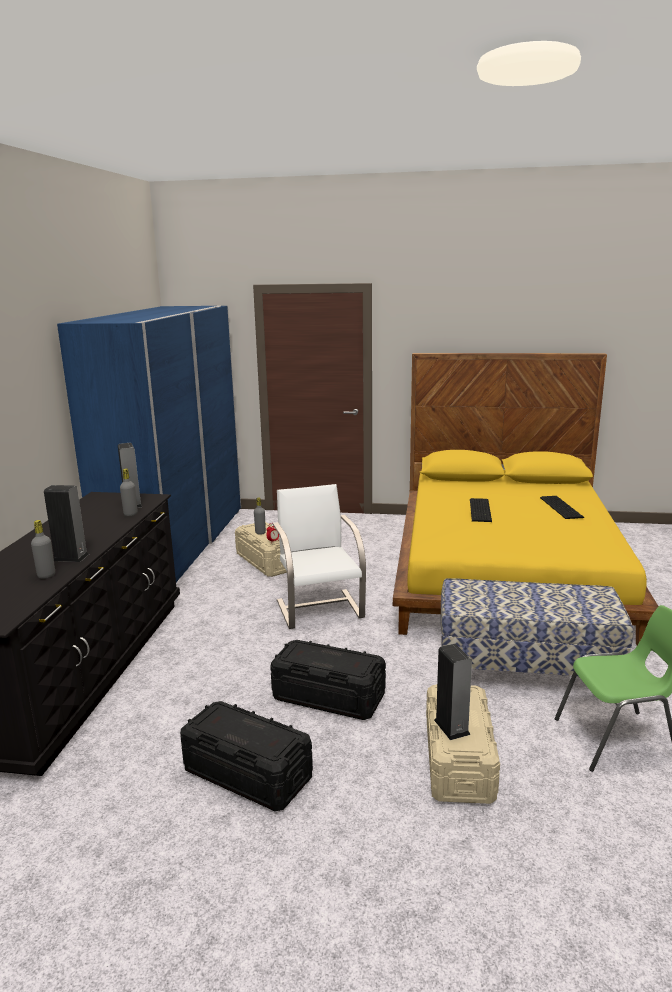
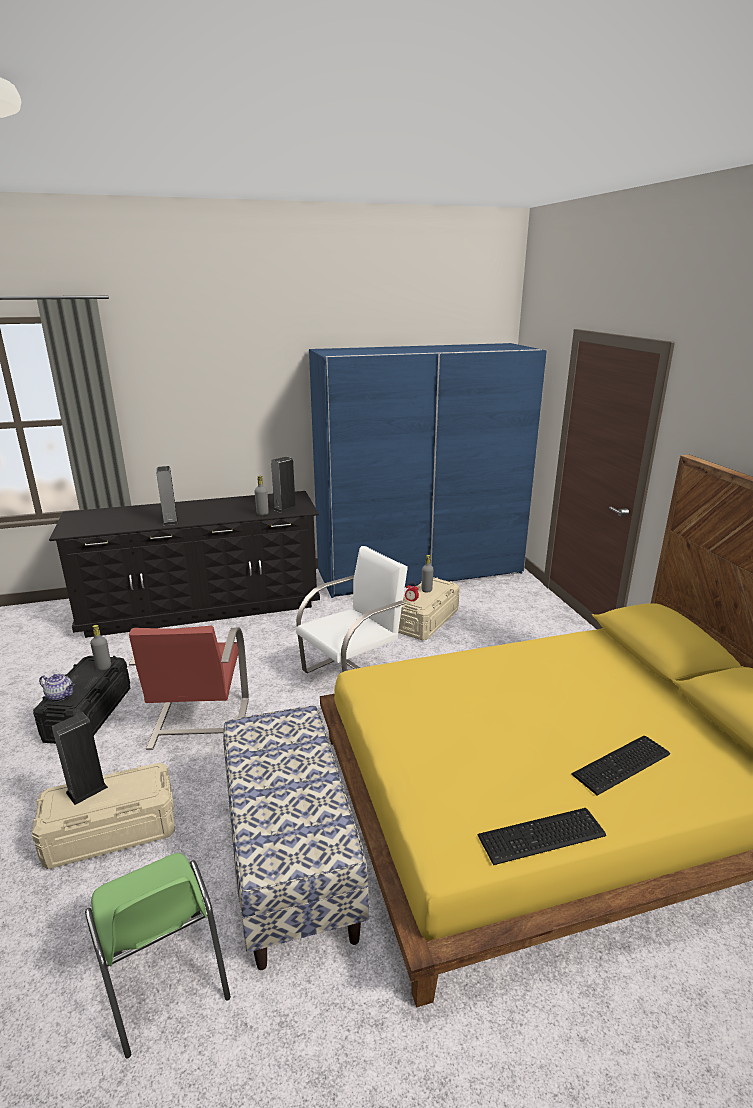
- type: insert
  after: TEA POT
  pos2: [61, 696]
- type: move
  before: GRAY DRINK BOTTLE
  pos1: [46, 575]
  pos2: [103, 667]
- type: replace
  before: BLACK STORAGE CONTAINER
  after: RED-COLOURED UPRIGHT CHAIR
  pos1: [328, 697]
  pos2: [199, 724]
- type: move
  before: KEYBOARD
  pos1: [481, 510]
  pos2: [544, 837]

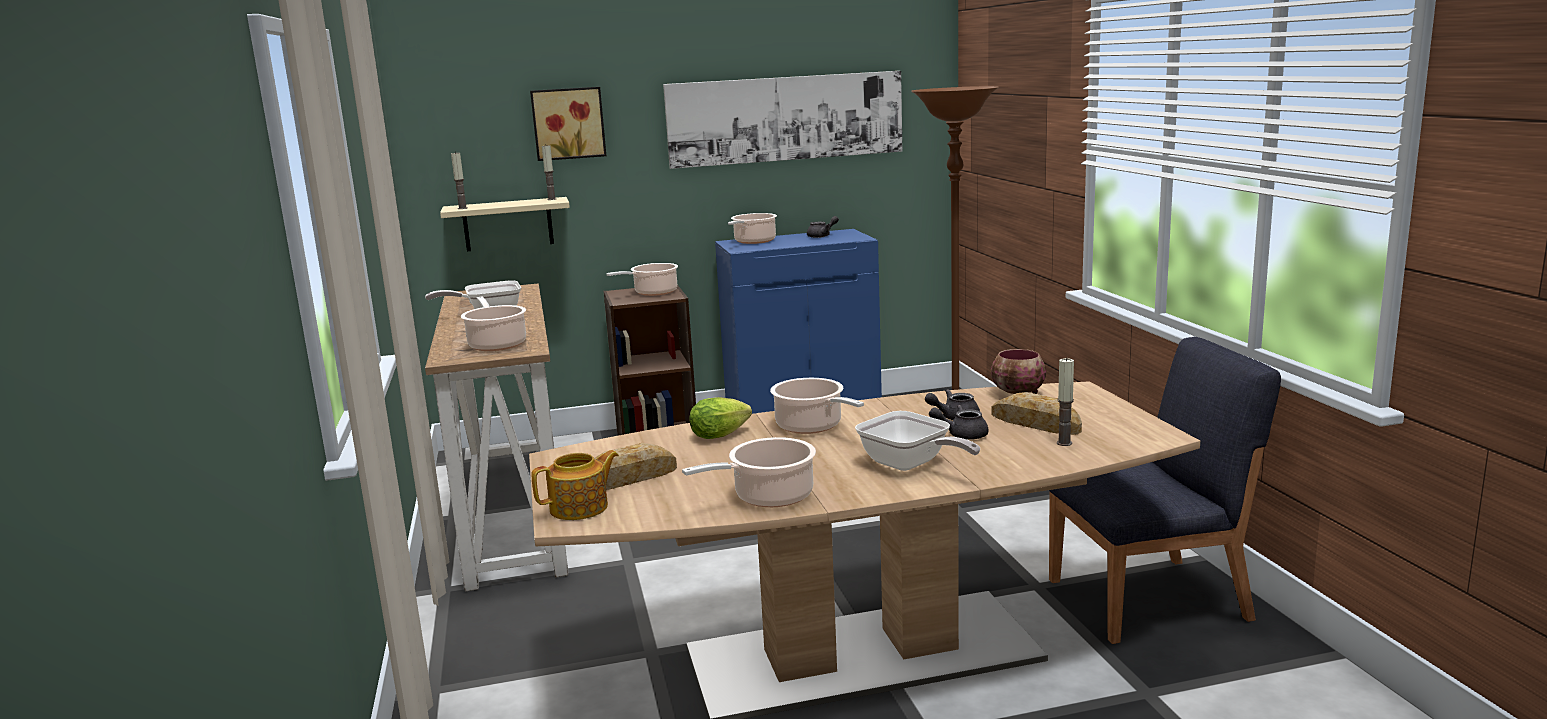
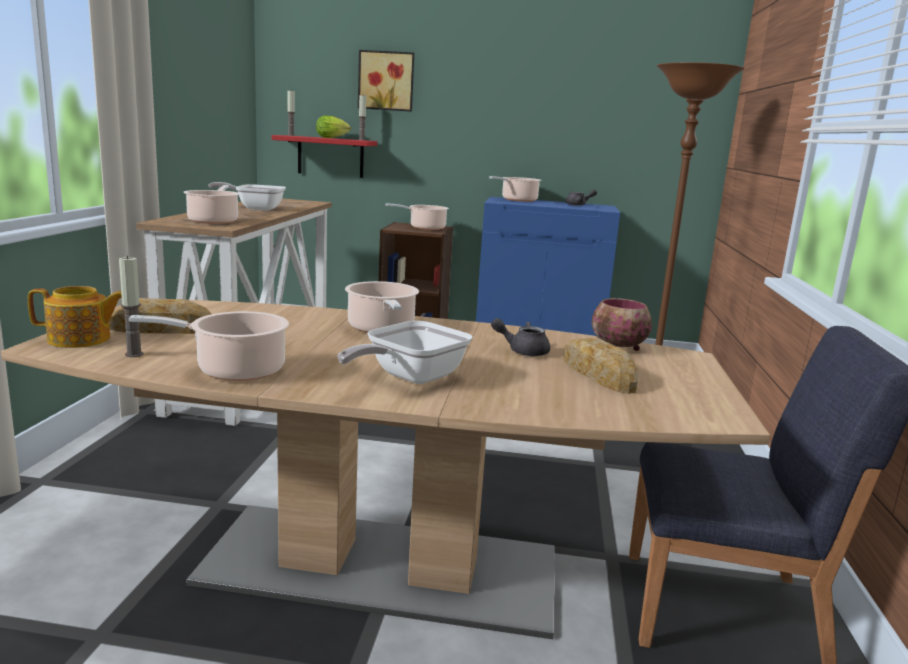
- type: move
  before: CANDLE
  pos1: [1064, 443]
  pos2: [134, 354]
- type: recolor
  before: BEIGE BRACKET SHELF
  after: RED-COLOURED BRACKET SHELF
  pos1: [508, 224]
  pos2: [330, 156]
- type: move
  before: LETTUCE
  pos1: [722, 435]
  pos2: [333, 138]
- type: rotate
  before: PAN
  pos1: [910, 465]
  pos2: [409, 378]
  turn: 60
- type: delete
  before: WALL PICTURE
  pos1: [785, 118]
- type: delete
  before: GRAY TEA POT
  pos1: [961, 435]

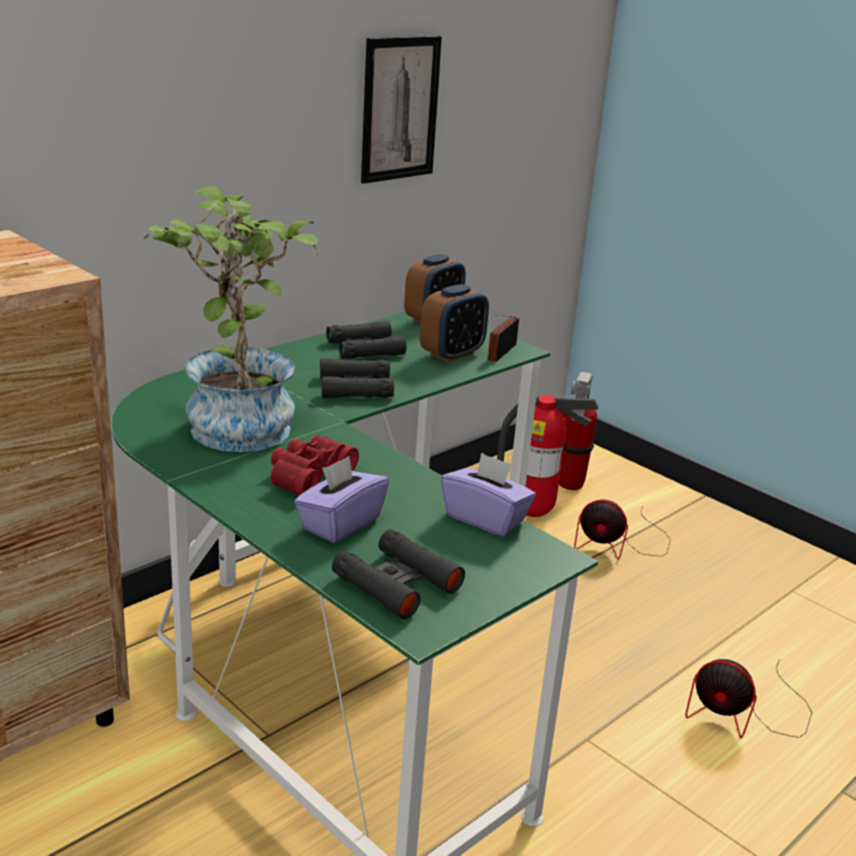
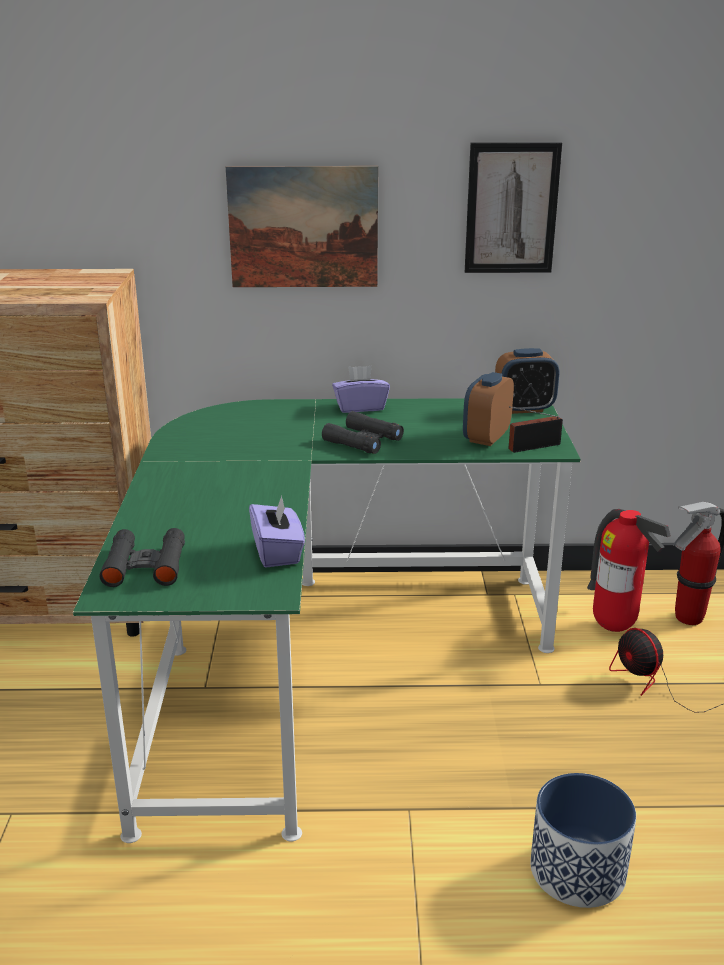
- type: insert
  after: WALL PICTURE
  pos2: [303, 227]
- type: move
  before: PURPLE-COLOURED TISSUE HOLDER
  pos1: [340, 523]
  pos2: [360, 407]
- type: rotate
  before: BEDSIDE CLOCK
  pos1: [452, 354]
  pos2: [486, 438]
  turn: 120
- type: replace
  before: ELECTRIC FAN
  after: PLANTER
  pos1: [743, 714]
  pos2: [576, 871]
- type: delete
  before: HOUSEPLANT
  pos1: [237, 422]
- type: delete
  before: RED-COLOURED BINOCULARS
  pos1: [307, 475]
- type: delete
  before: BLACK BINOCULARS
  pos1: [365, 348]

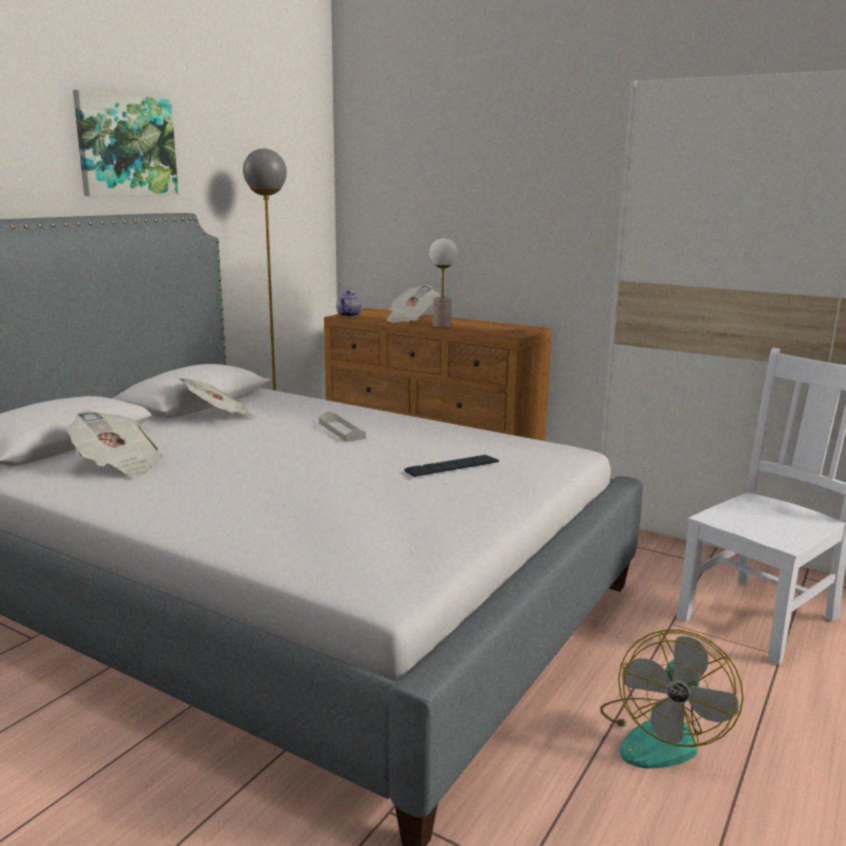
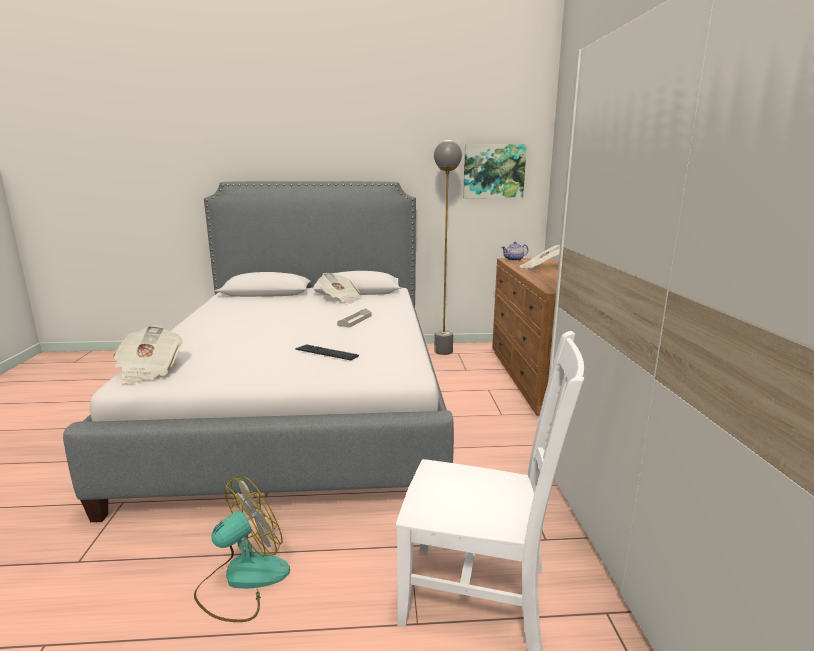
- type: move
  before: PRINTED PAPER
  pos1: [118, 465]
  pos2: [148, 371]
- type: rotate
  before: ELECTRIC FAN
  pos1: [661, 735]
  pos2: [242, 580]
  turn: 150
- type: move
  before: WALL PICTURE
  pos1: [126, 146]
  pos2: [493, 171]
- type: delete
  before: LAMP FOR A TABLE
  pos1: [441, 326]

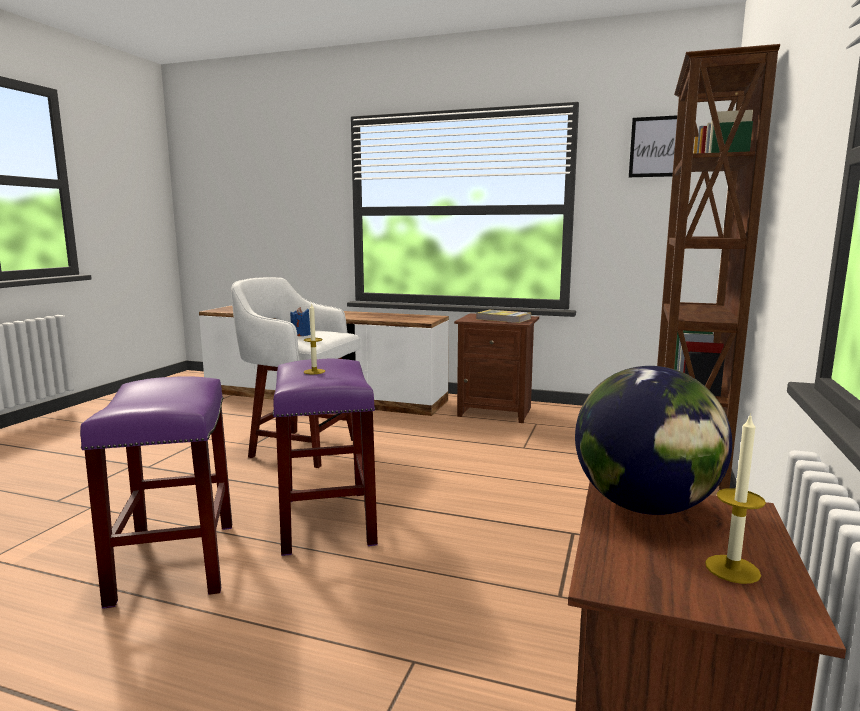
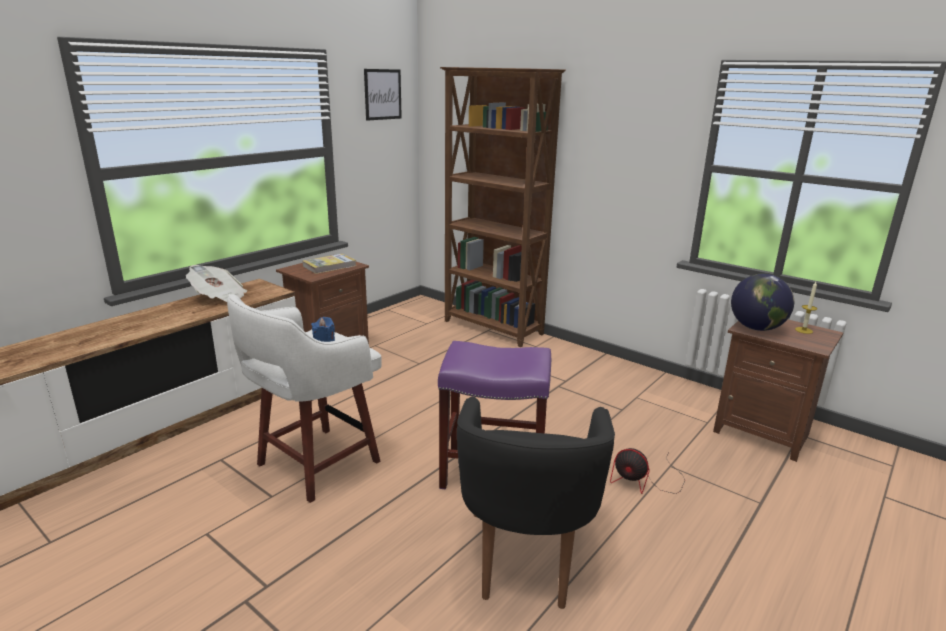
- type: insert
  after: PRINTED PAPER
  pos2: [219, 298]
- type: replace
  before: PURPLE-COLOURED STOOL SEAT
  after: BLACK EASY CHAIR
  pos1: [174, 561]
  pos2: [525, 558]
- type: insert
  after: ELECTRIC FAN
  pos2: [644, 481]
- type: delete
  before: CANDLE
  pos1: [314, 371]

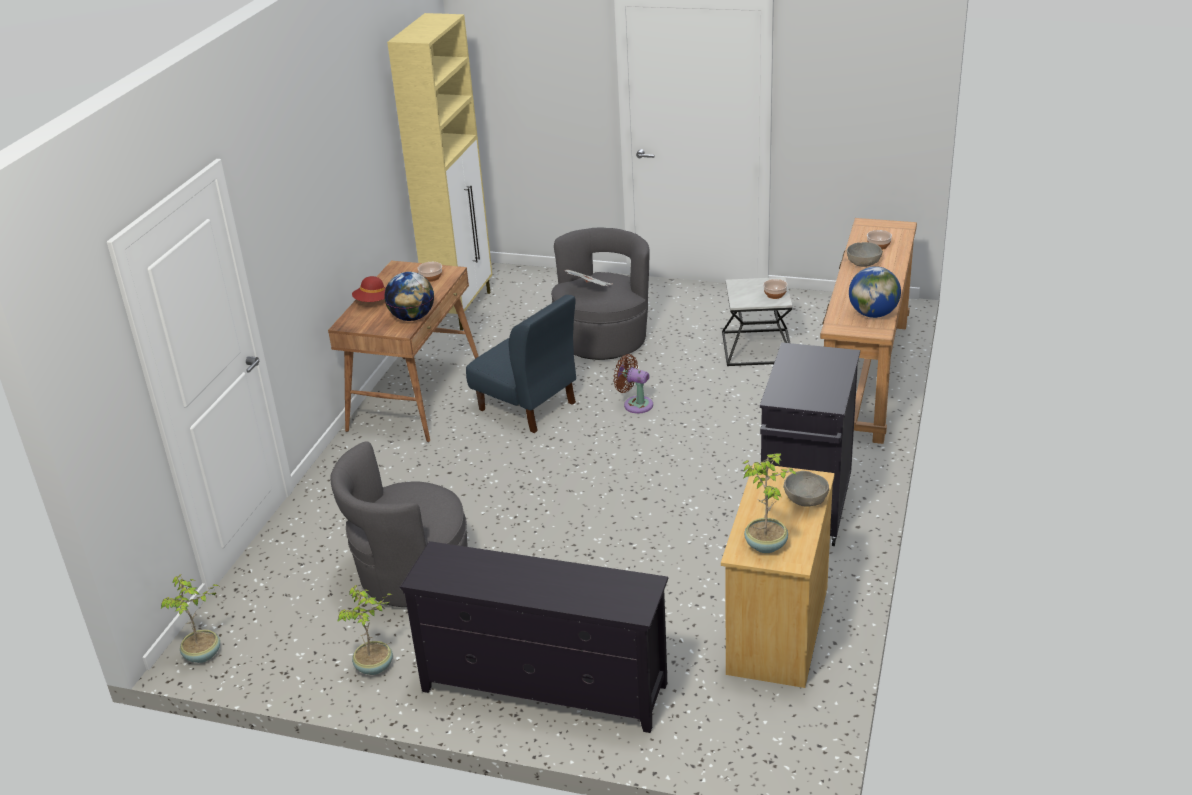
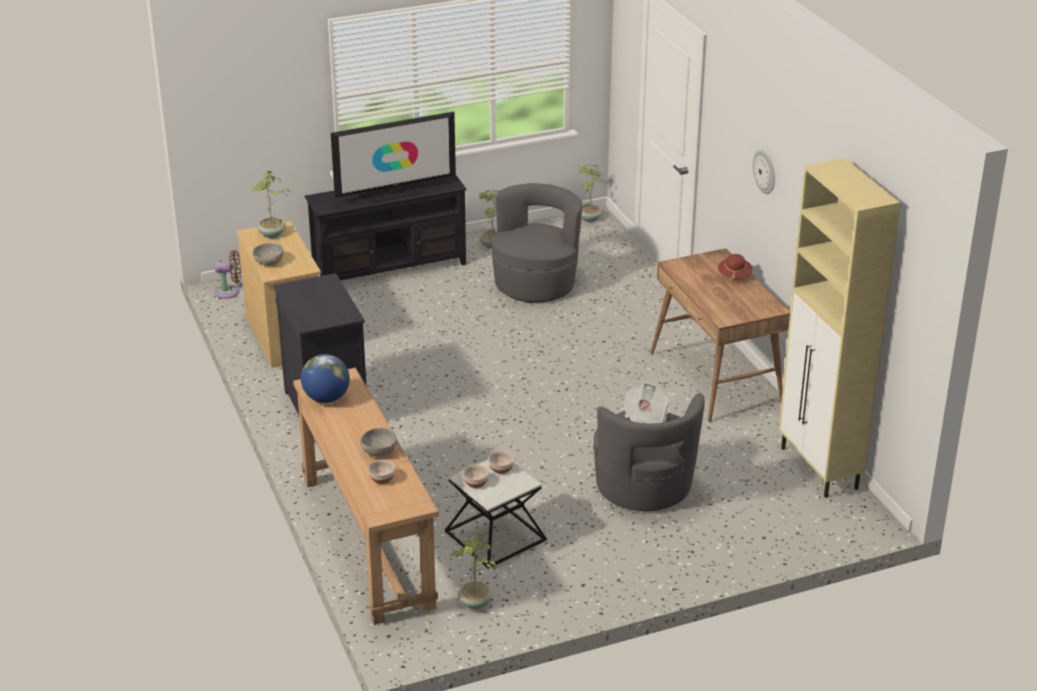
- type: move
  before: BROWN-COLOURED ELECTRIC FAN
  pos1: [635, 404]
  pos2: [230, 292]
- type: insert
  after: TV
  pos2: [395, 193]
- type: insert
  after: HOUSEPLANT
  pos2: [474, 603]
- type: move
  before: DEEP DISH
  pos1: [431, 278]
  pos2: [500, 468]
- type: insert
  after: HANGING CLOCK
  pos2: [765, 172]
- type: delete
  before: GLOBE
  pos1: [412, 318]
- type: delete
  before: BLUE UPRIGHT CHAIR
  pos1: [527, 406]

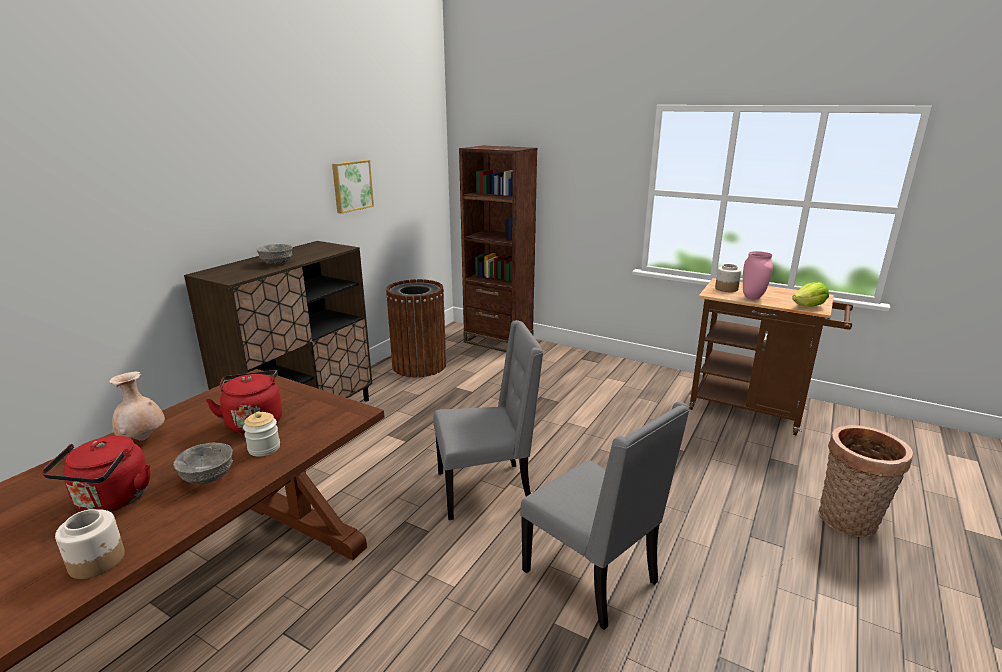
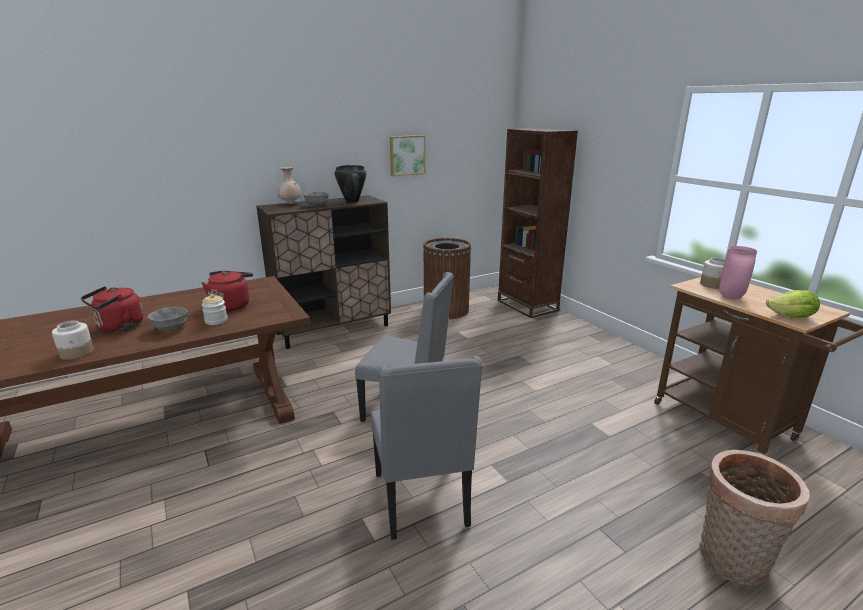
- type: move
  before: BEIGE DECORATIVE VASE
  pos1: [143, 439]
  pos2: [290, 204]
- type: insert
  after: BLACK STOCKPOT
  pos2: [351, 201]

